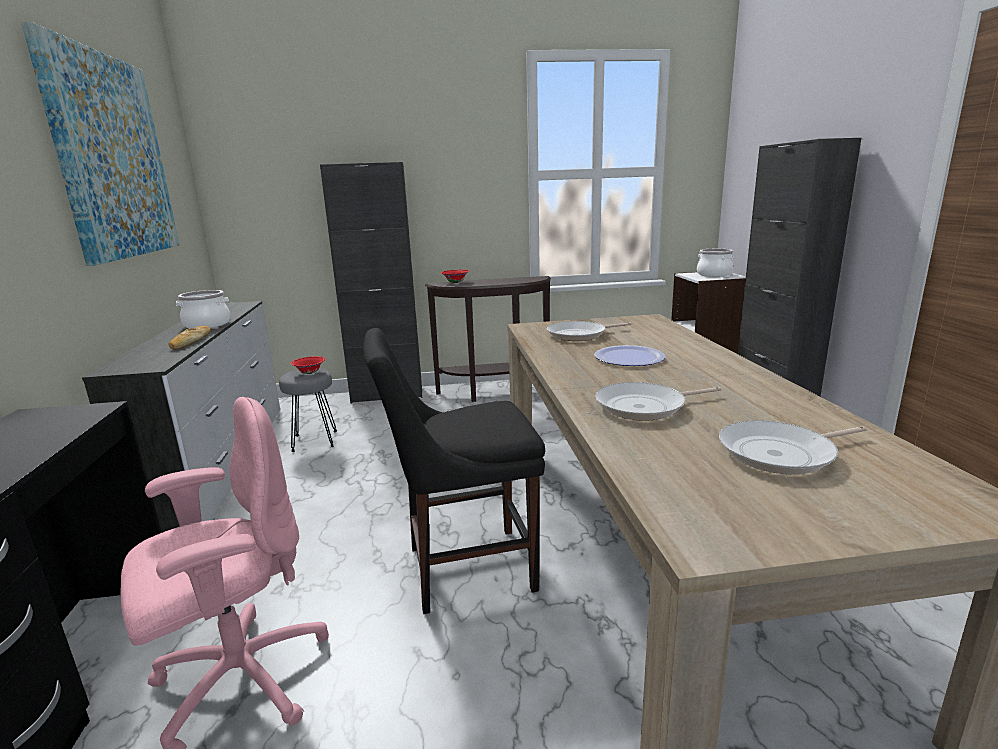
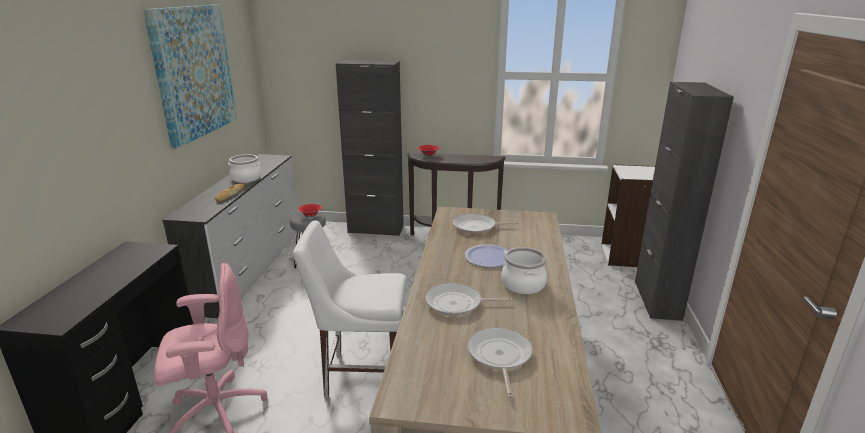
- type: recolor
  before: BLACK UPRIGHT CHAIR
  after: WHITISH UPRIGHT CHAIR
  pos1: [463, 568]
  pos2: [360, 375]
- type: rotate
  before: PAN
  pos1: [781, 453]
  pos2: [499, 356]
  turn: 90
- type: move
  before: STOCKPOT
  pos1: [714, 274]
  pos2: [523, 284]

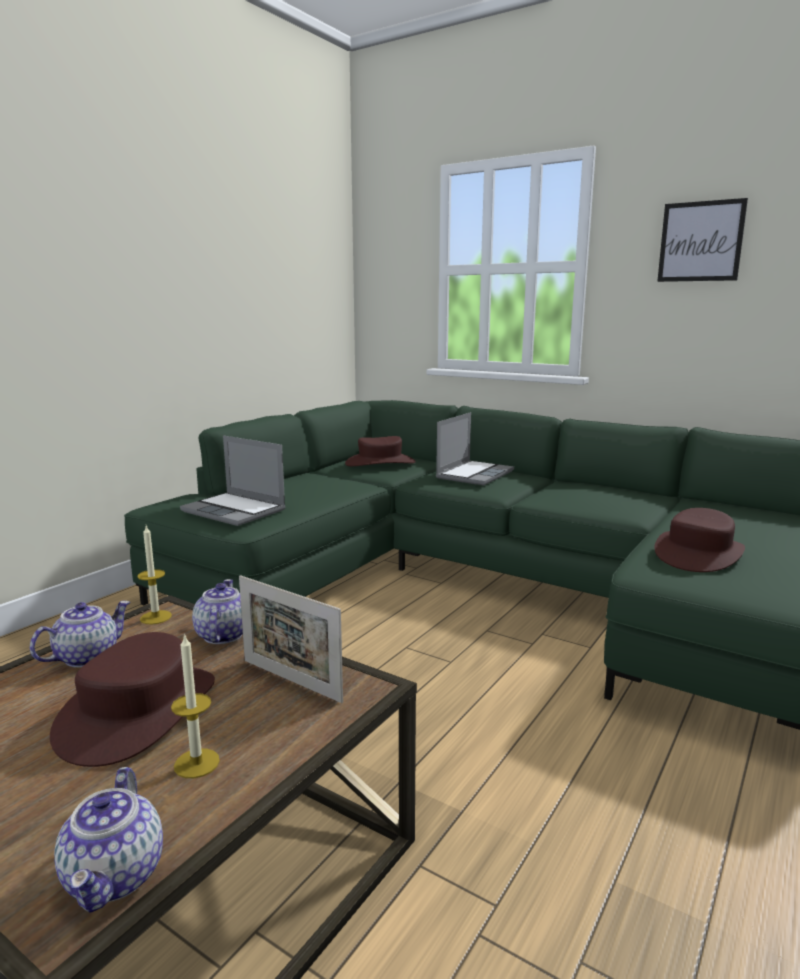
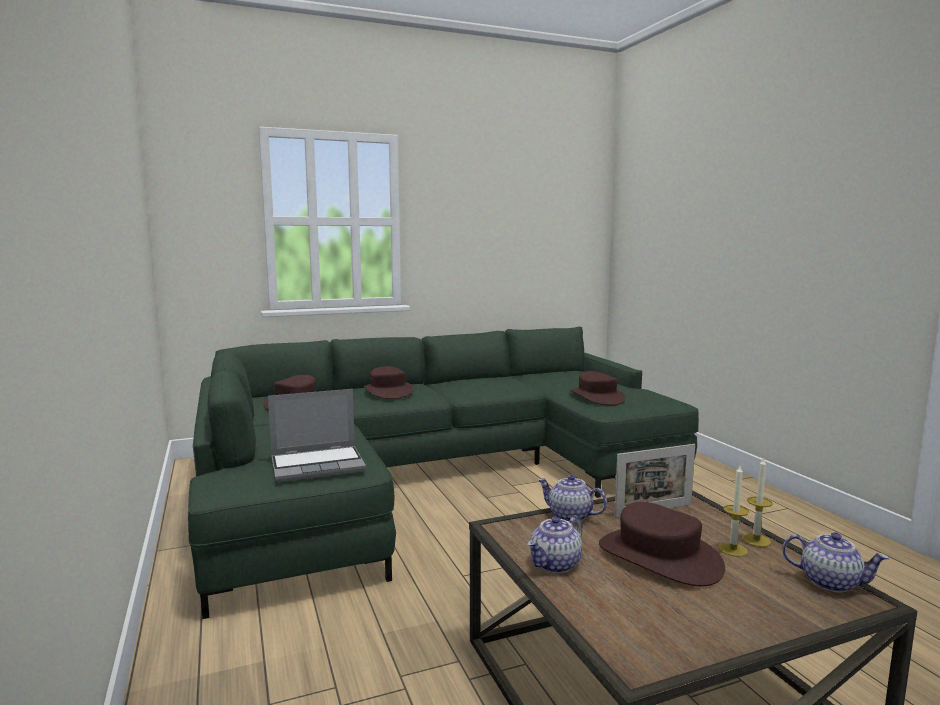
- type: replace
  before: LAPTOP
  after: BROWN-COLOURED CLOTHING HAT
  pos1: [474, 474]
  pos2: [388, 391]
- type: rotate
  before: TEA POT
  pos1: [87, 656]
  pos2: [555, 564]
  turn: -120
- type: move
  before: CANDLE
  pos1: [155, 617]
  pos2: [756, 540]
- type: delete
  before: WALL PICTURE
  pos1: [700, 241]

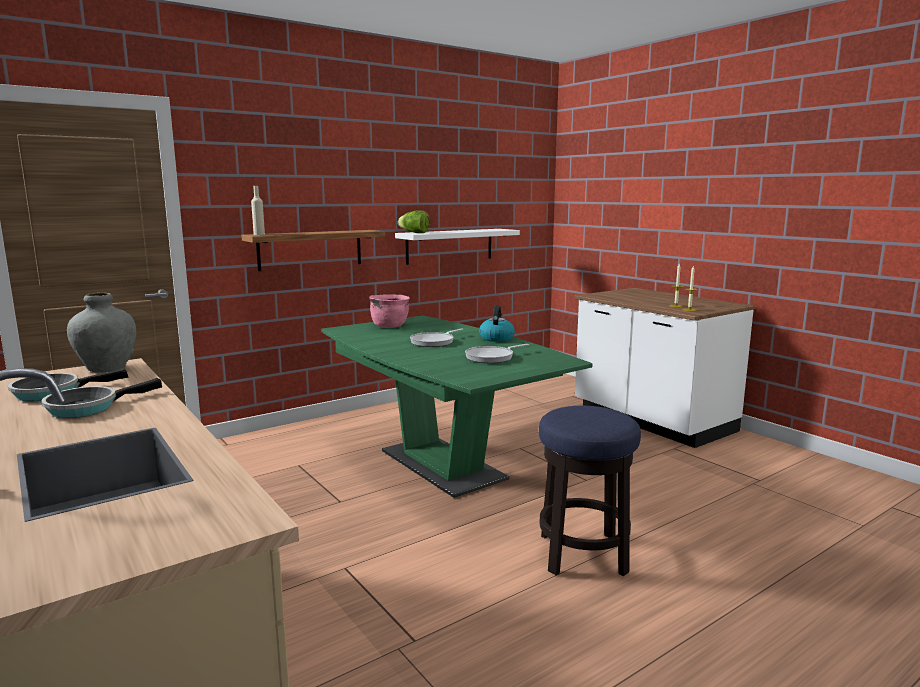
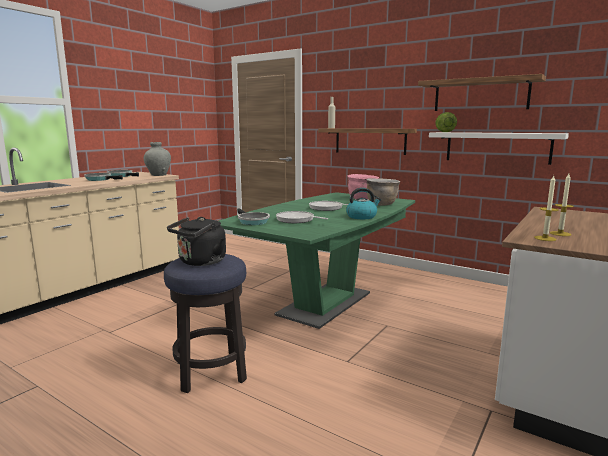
- type: insert
  after: BLACK WATER KETTLE
  pos2: [200, 262]
- type: insert
  after: PAN
  pos2: [252, 221]
- type: insert
  after: BROWN-COLOURED STOCKPOT
  pos2: [381, 204]
- type: insert
  after: BRACKET SHELF
  pos2: [480, 95]

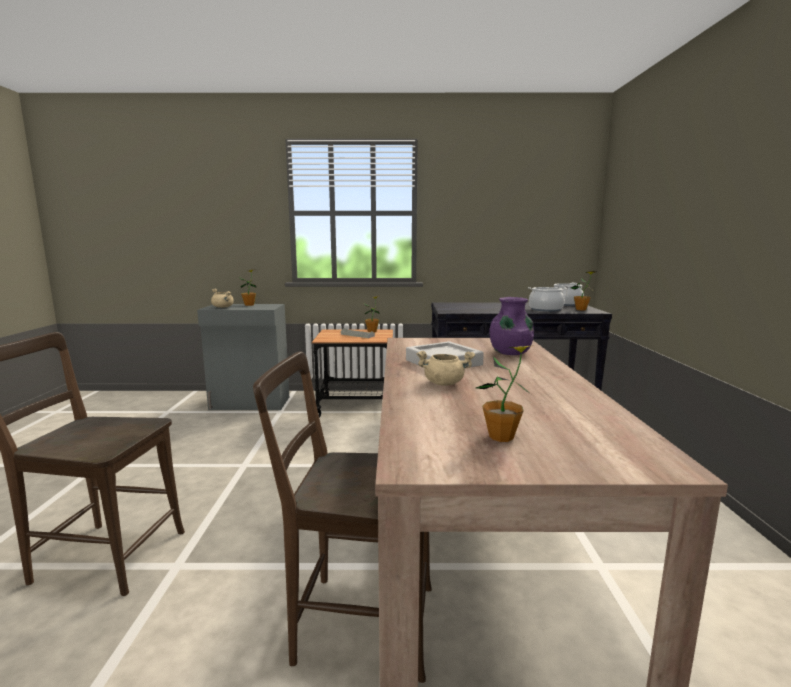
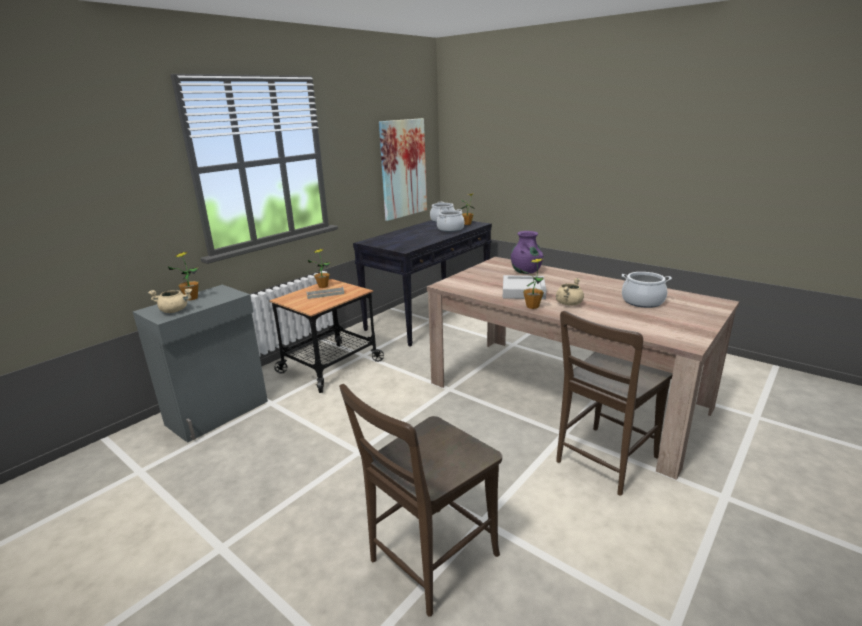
- type: insert
  after: WALL PICTURE
  pos2: [403, 169]
- type: move
  before: HOUSEPLANT
  pos1: [501, 437]
  pos2: [532, 306]
- type: insert
  after: STOCKPOT
  pos2: [642, 301]

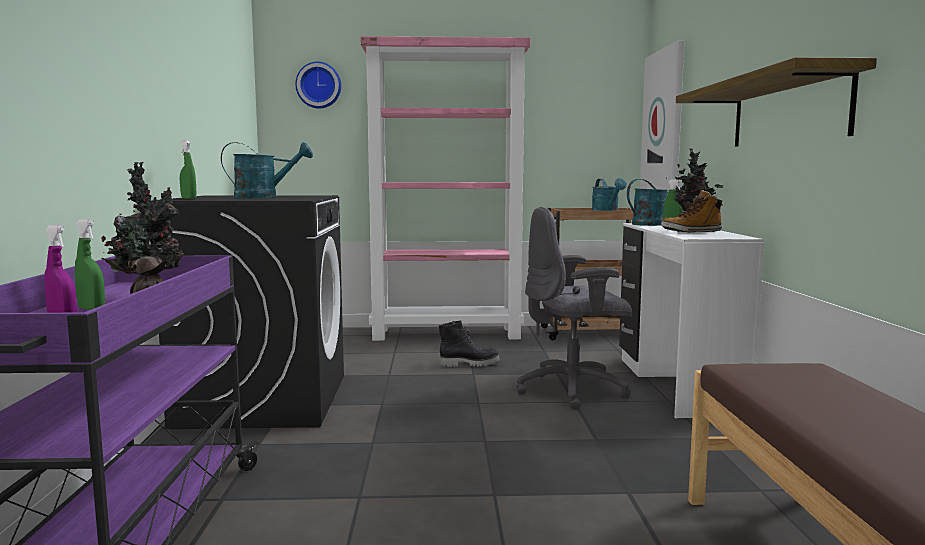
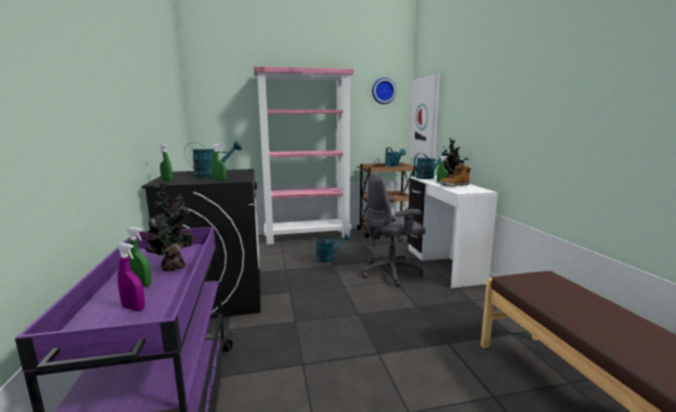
- type: insert
  after: GREEN SPRAY BOTTLE
  pos2: [219, 180]
- type: replace
  before: BLACK BOOT
  after: BLUE-GREEN SPRINKLING CAN
  pos1: [469, 364]
  pos2: [328, 258]
- type: move
  before: HANGING CLOCK
  pos1: [319, 85]
  pos2: [383, 91]
- type: delete
  before: BRACKET SHELF
  pos1: [787, 111]

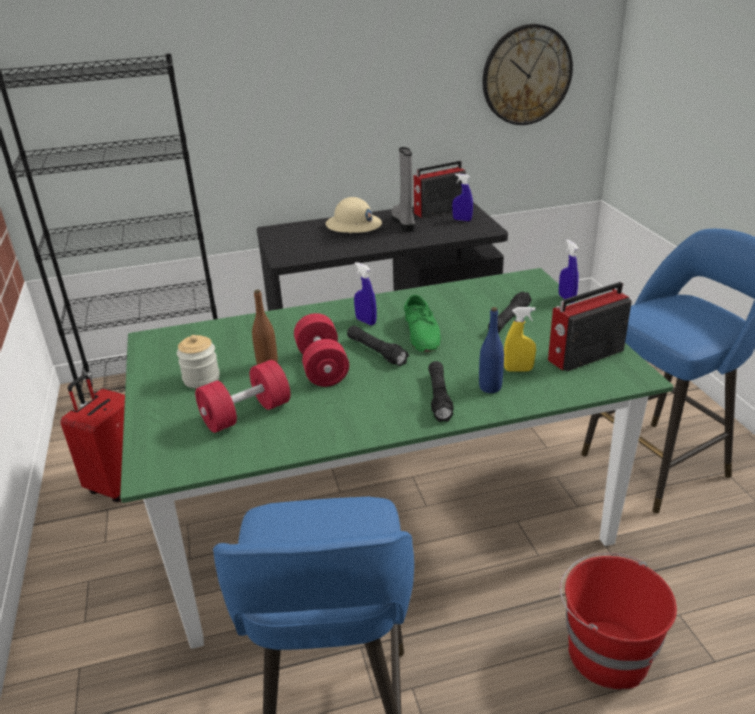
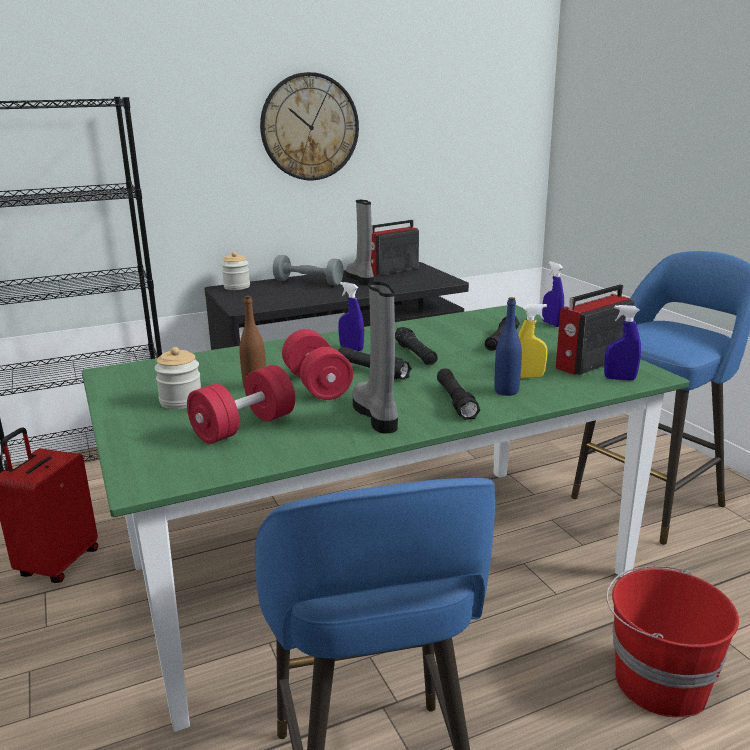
- type: insert
  after: STORAGE JAR
  pos2: [237, 287]
- type: move
  before: HANGING CLOCK
  pos1: [526, 75]
  pos2: [309, 127]
- type: replace
  before: BEIGE SAFETY HELMET
  after: GRAY HAND WEIGHT
  pos1: [353, 225]
  pos2: [308, 282]
- type: insert
  after: GRAY BOOT
  pos2: [377, 415]
- type: replace
  before: GREEN ITEM OF FOOTWEAR
  after: BLACK HAND TORCH
  pos1: [422, 333]
  pos2: [415, 354]
- type: move
  before: BLUE SPRAY BOTTLE
  pos1: [462, 220]
  pos2: [620, 379]

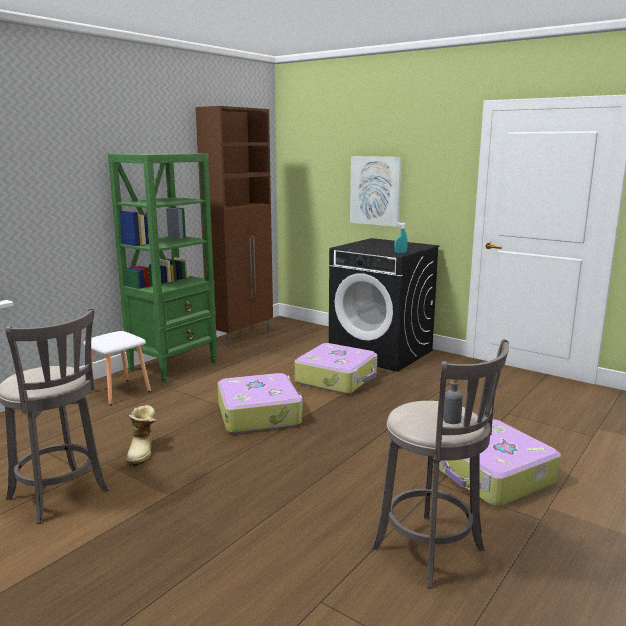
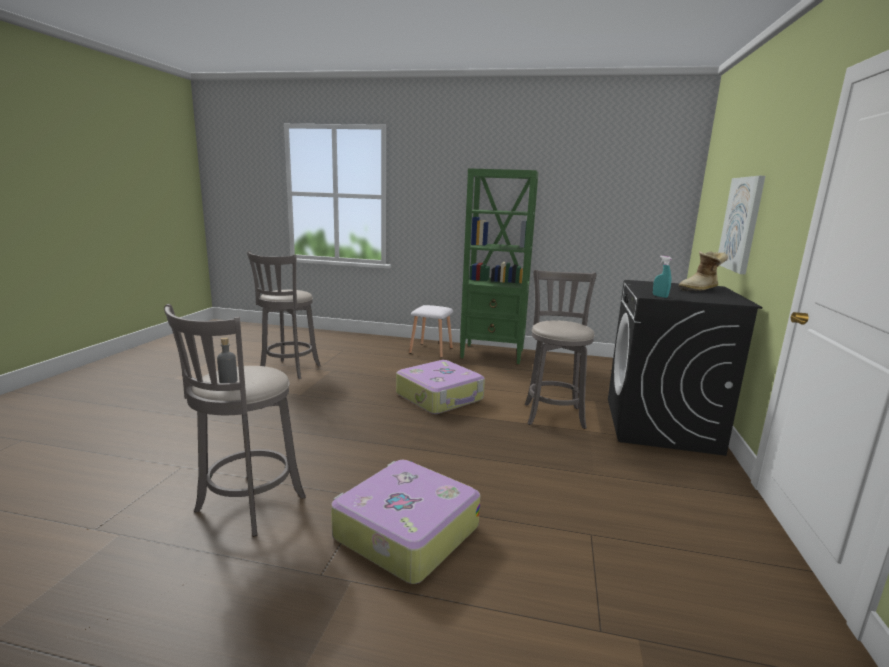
- type: replace
  before: PIECE OF LUGGAGE
  after: GRAY STOOL SEAT
  pos1: [337, 378]
  pos2: [553, 414]
- type: move
  before: BOOT
  pos1: [143, 452]
  pos2: [700, 289]
- type: delete
  before: BROWN-COLOURED CABINET
  pos1: [242, 336]

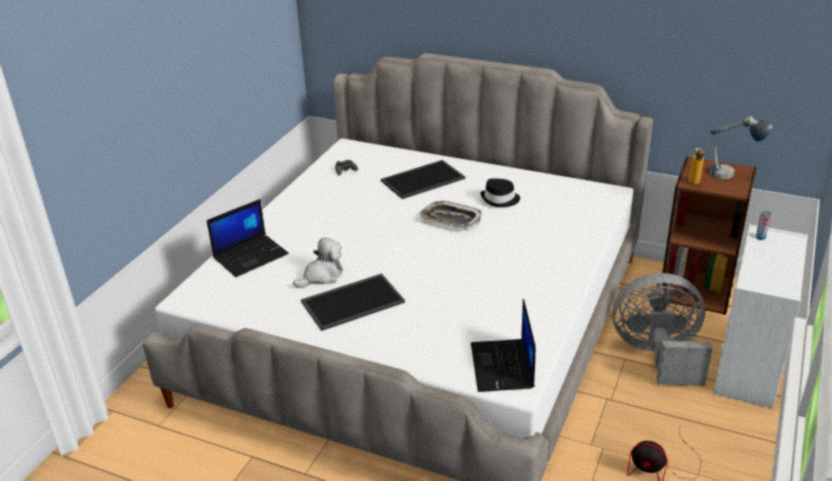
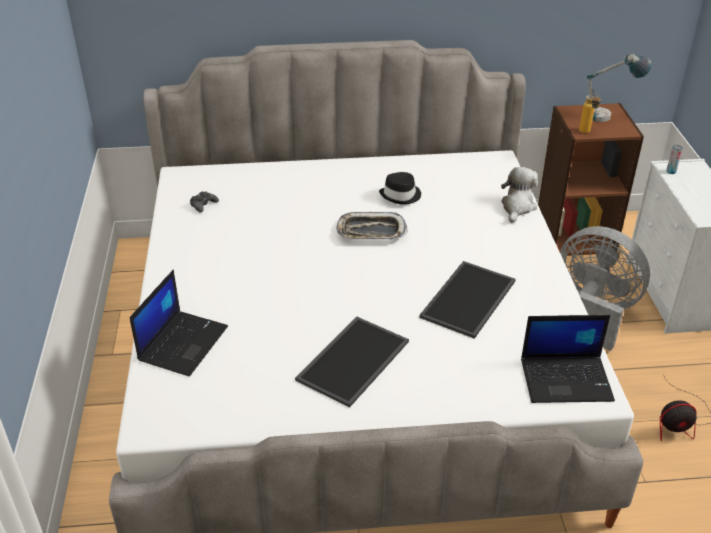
- type: move
  before: CARRYING TRAY
  pos1: [423, 180]
  pos2: [469, 300]
- type: move
  before: SOFT TOY
  pos1: [322, 276]
  pos2: [517, 207]
- type: rotate
  before: LAPTOP
  pos1: [503, 367]
  pos2: [567, 379]
  turn: -60
- type: rotate
  before: GRAY ELECTRIC FAN
  pos1: [658, 355]
  pos2: [593, 312]
  turn: 60

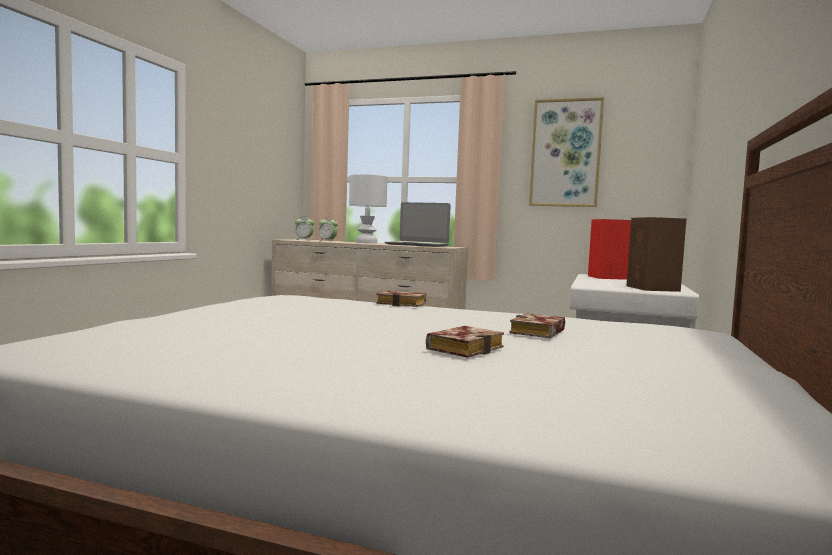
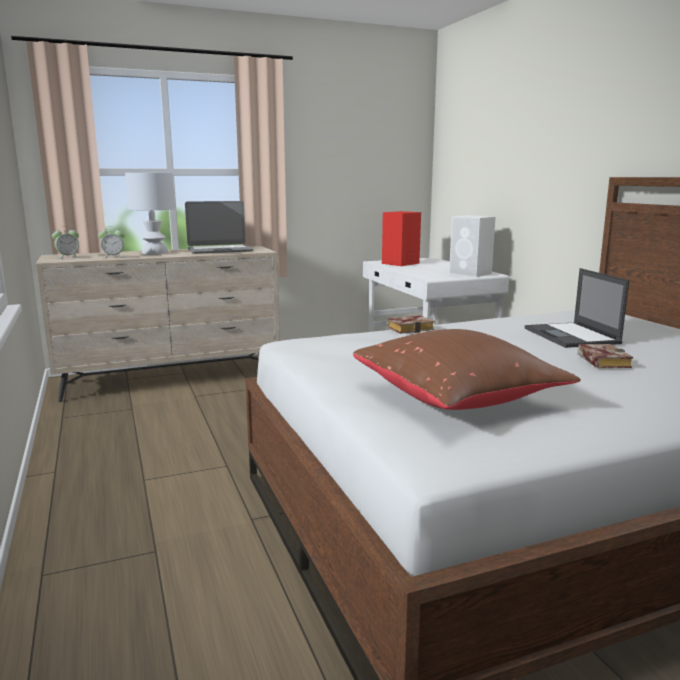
- type: insert
  after: BROWN-COLOURED CUSHION
  pos2: [458, 399]
- type: recolor
  before: BROWN-COLOURED LOUDSPEAKER
  after: WHITISH LOUDSPEAKER
  pos1: [653, 289]
  pos2: [471, 273]
- type: replace
  before: BOUND BOOK
  after: LAPTOP
  pos1: [538, 333]
  pos2: [572, 336]
- type: delete
  before: WALL PICTURE
  pos1: [565, 153]

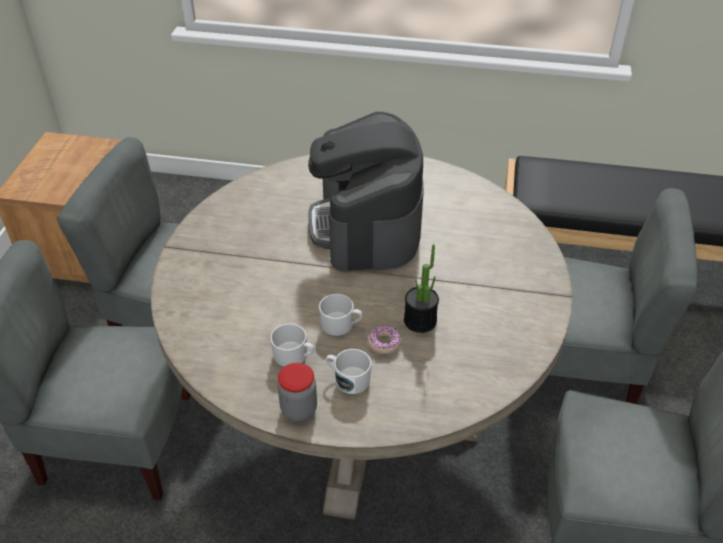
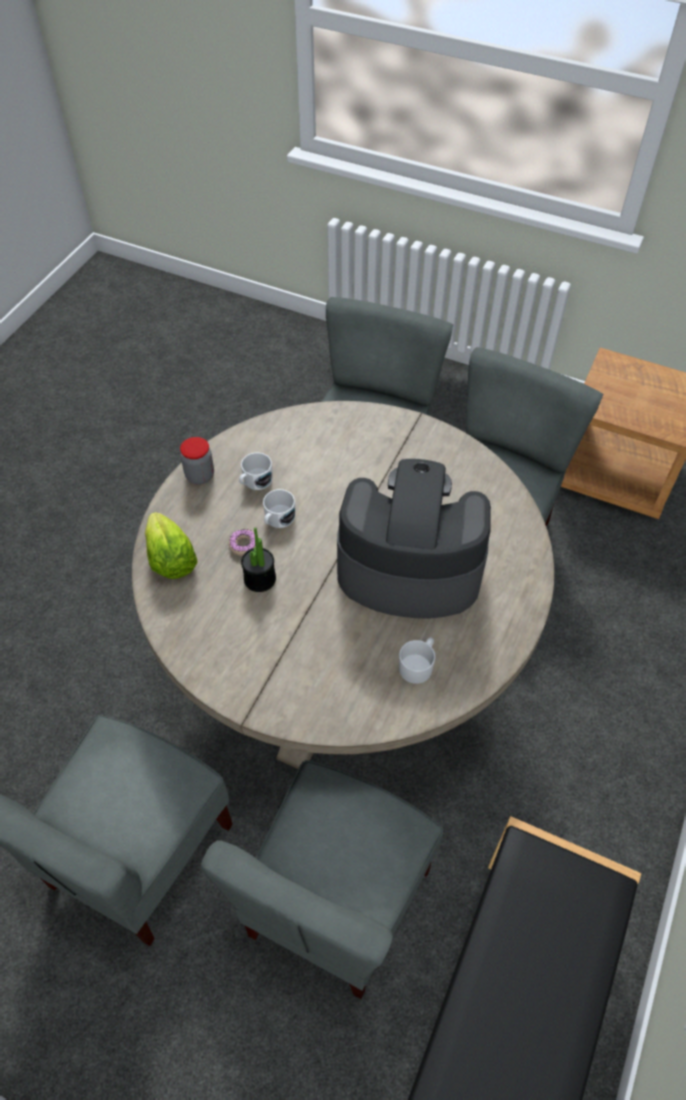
- type: insert
  after: LETTUCE
  pos2: [171, 559]
- type: move
  before: WHITISH COFFEE MUG
  pos1: [348, 379]
  pos2: [418, 665]

